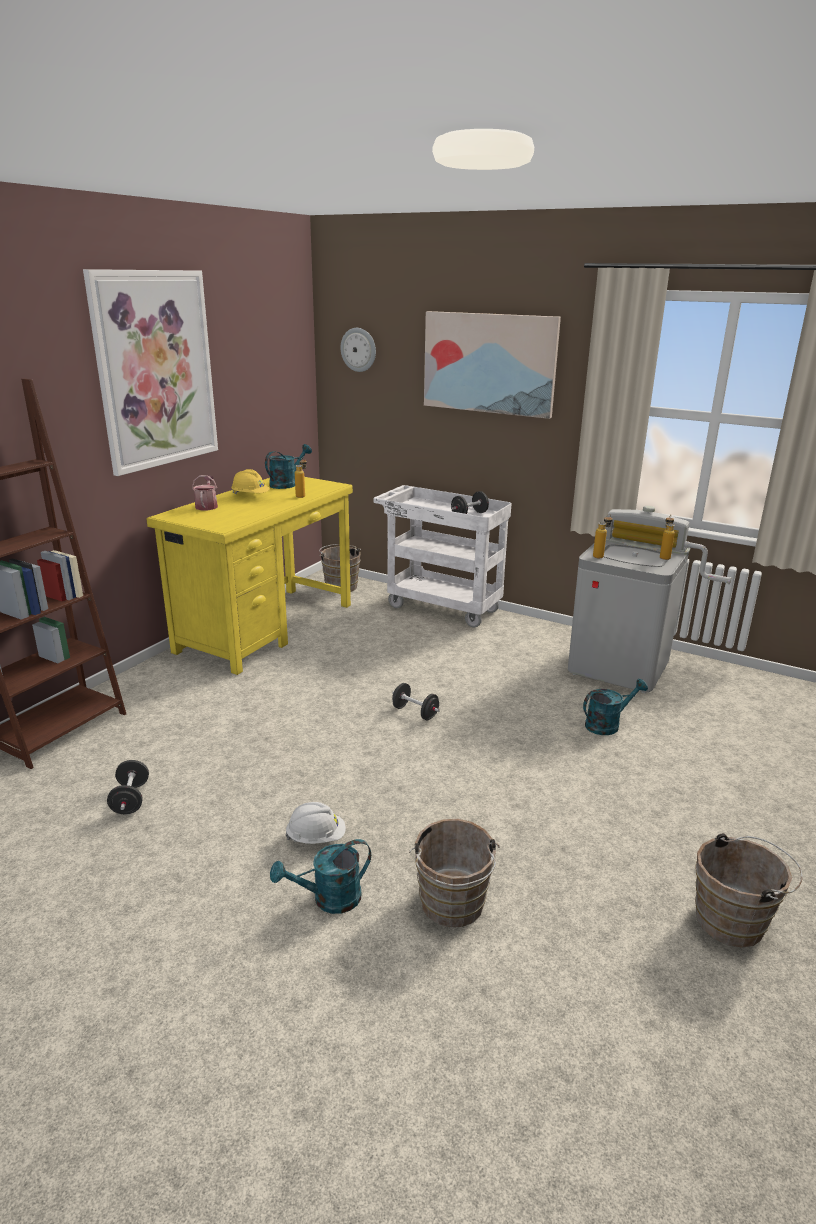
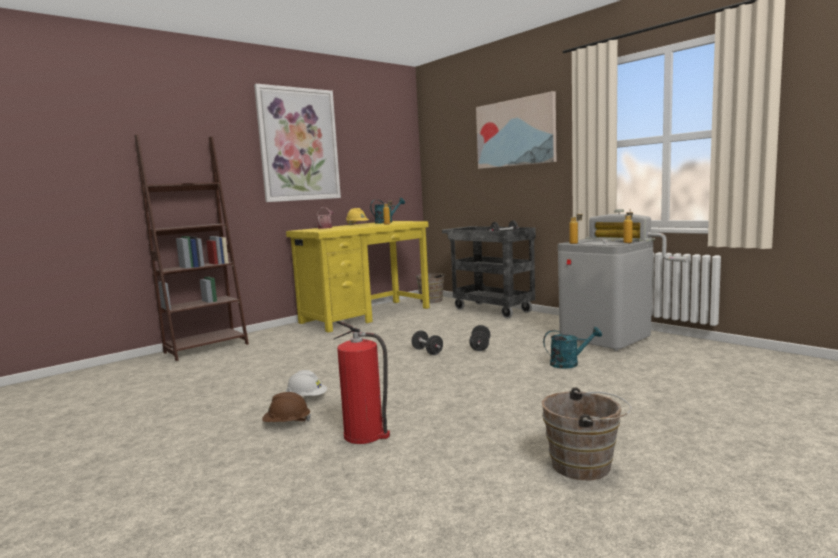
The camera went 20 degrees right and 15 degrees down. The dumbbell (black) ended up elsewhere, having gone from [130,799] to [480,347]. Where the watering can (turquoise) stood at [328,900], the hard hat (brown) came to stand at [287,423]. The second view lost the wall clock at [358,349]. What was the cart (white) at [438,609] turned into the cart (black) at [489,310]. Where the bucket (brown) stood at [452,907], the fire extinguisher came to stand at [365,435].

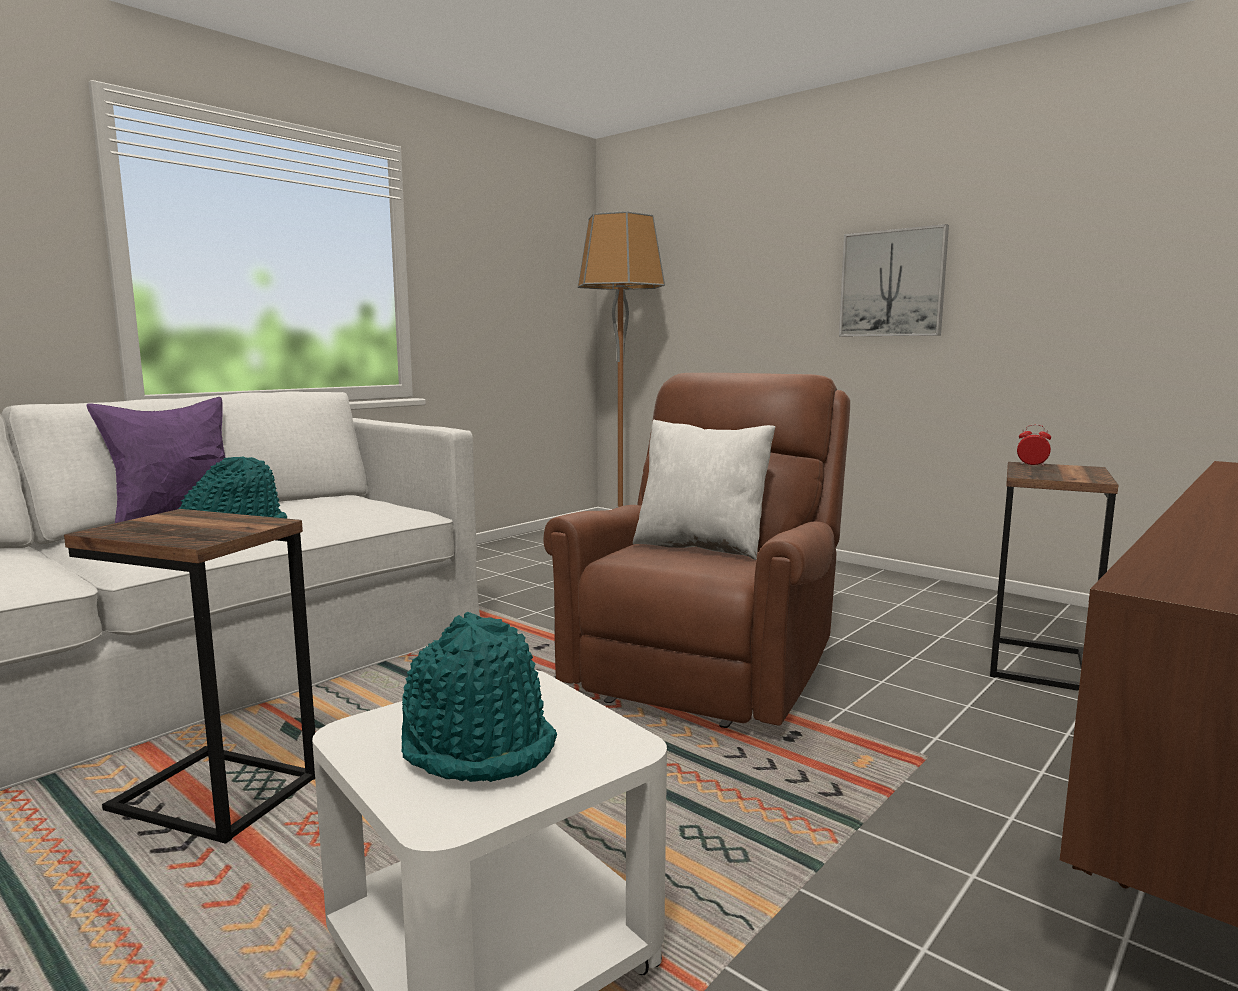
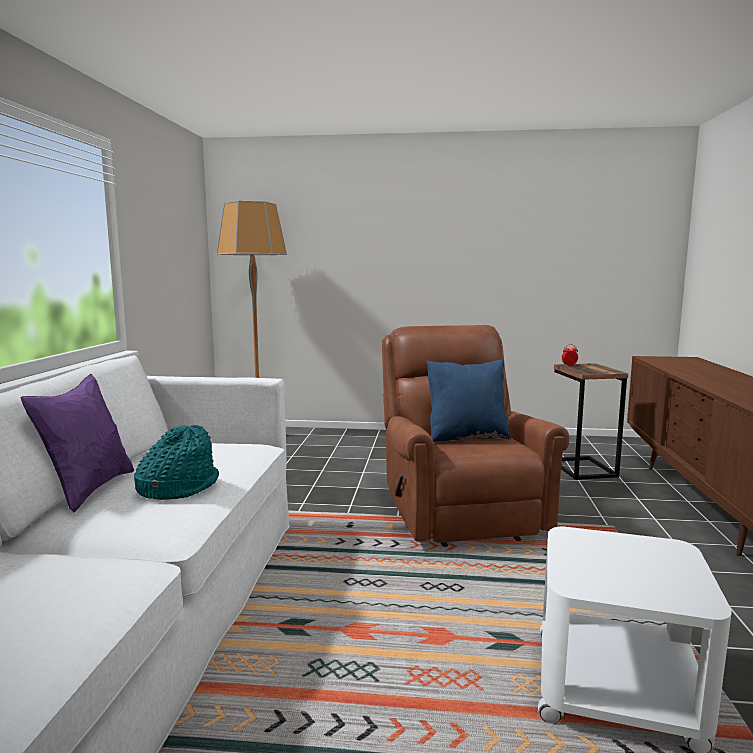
The camera went 35 degrees left and 0 degrees up. The second view lost the side table at [213,796]. The second view lost the hat (turquoise) at [478,745]. What was the pillow (white) at [701,547] turned into the pillow (blue) at [466,437]. The second view lost the picture at [892,283].

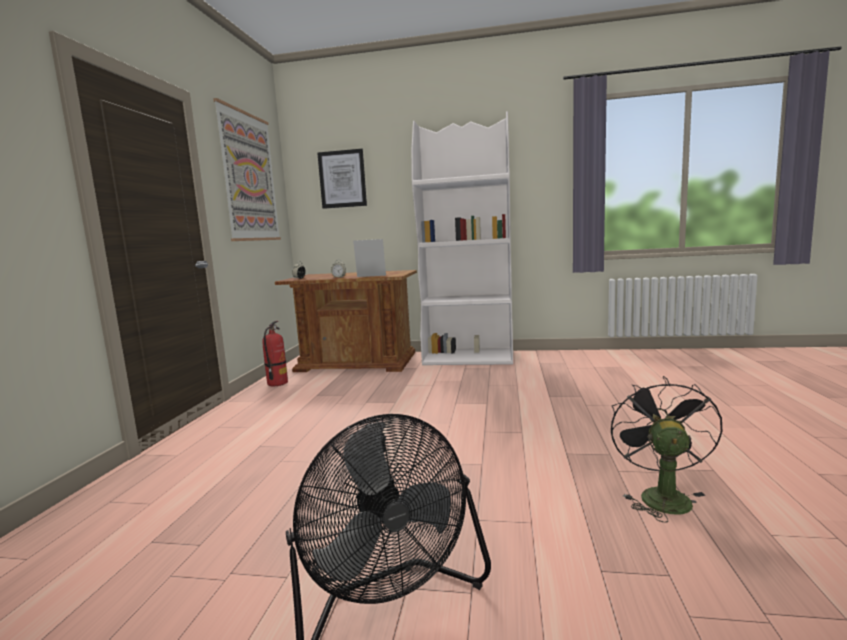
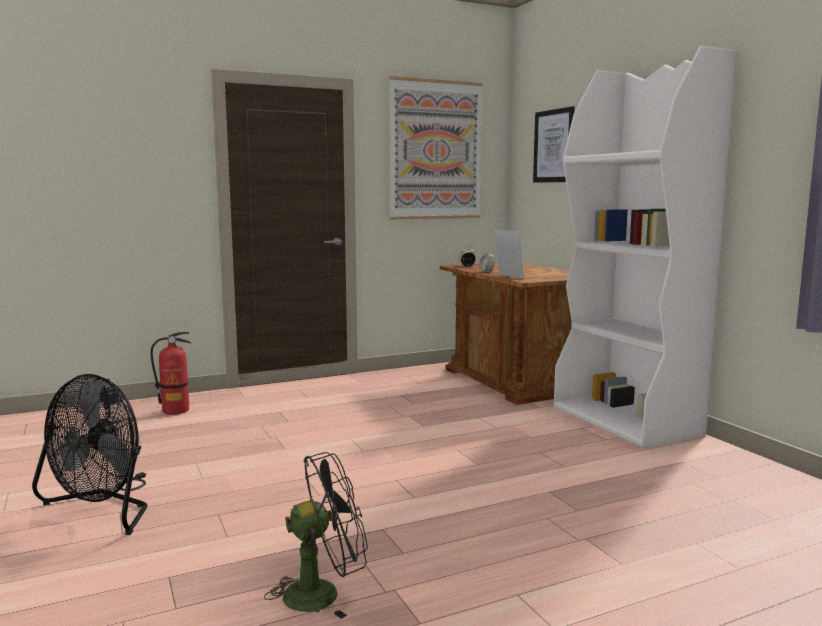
The camera went 55 degrees right and 0 degrees up. The fire extinguisher ended up elsewhere, having gone from [277,383] to [176,411].

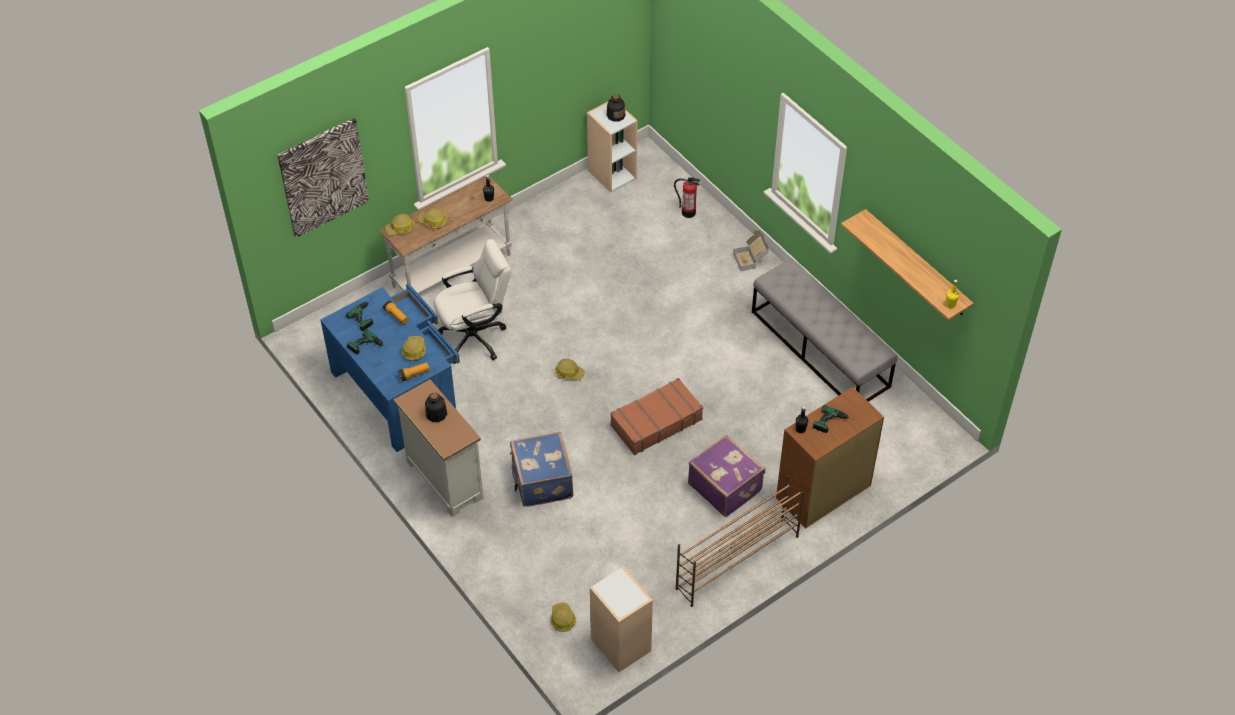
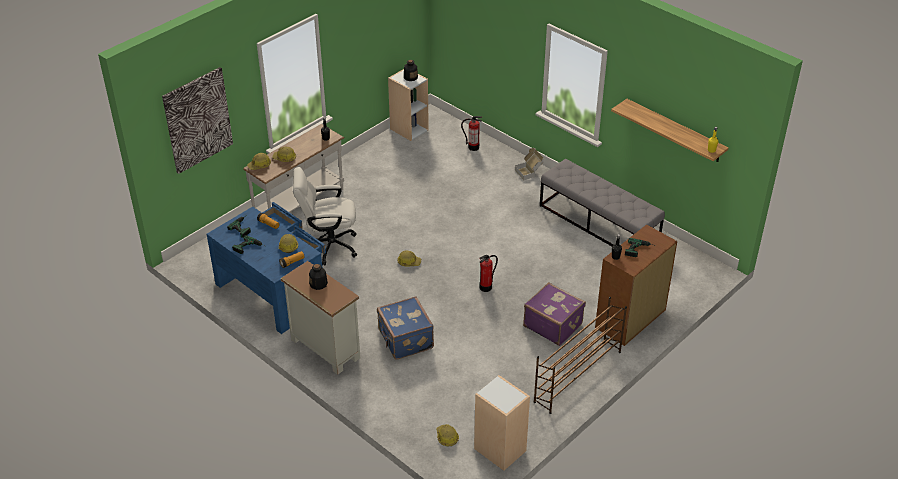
The camera went 10 degrees left and 10 degrees down. The office chair (white) at [476,338] ended up facing another way, 150 degrees counterclockwise from before. Where the suitcase (brown) stood at [655,422], the fire extinguisher came to stand at [486,287].

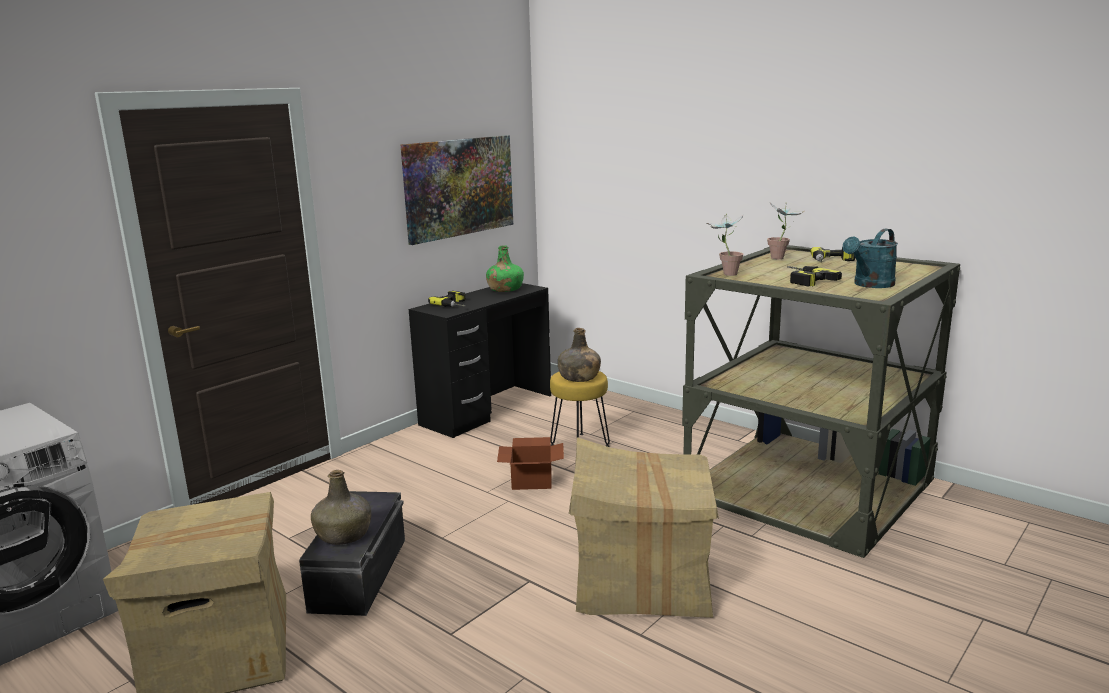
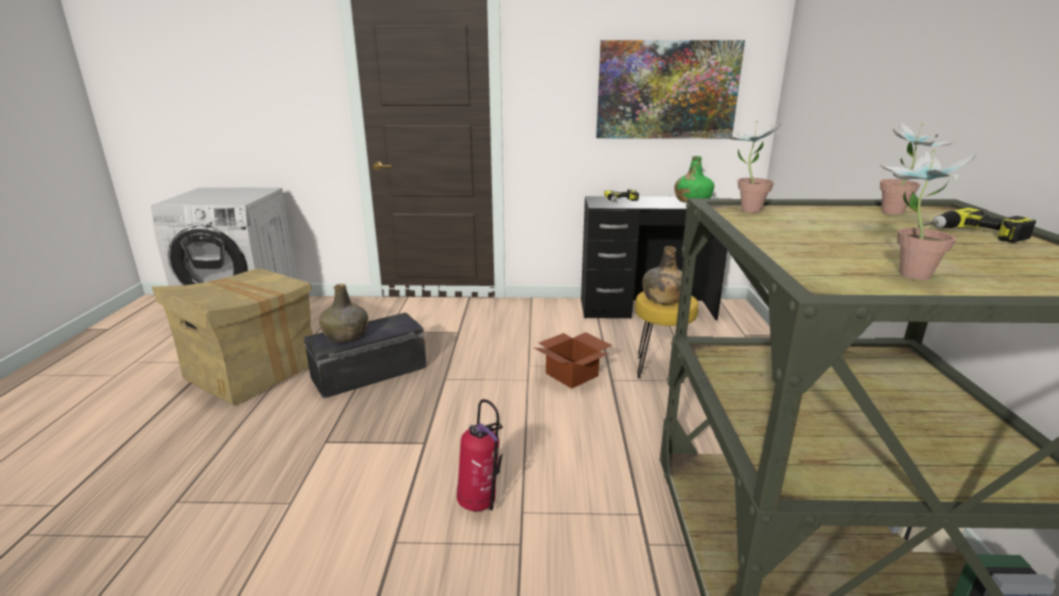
The camera went 50 degrees right and 5 degrees up. Where the cardboard box stood at [641,581], the fire extinguisher came to stand at [480,503]. The second view lost the power drill at [802,279]. Where the watering can (turquoise) stood at [870,285], the potted plant came to stand at [902,274].

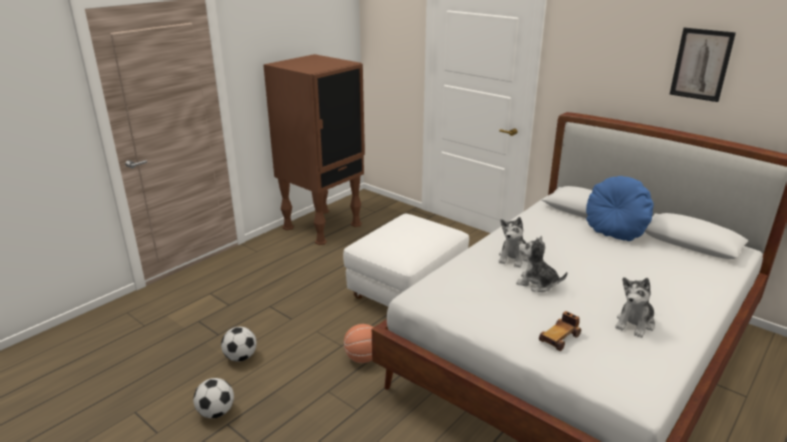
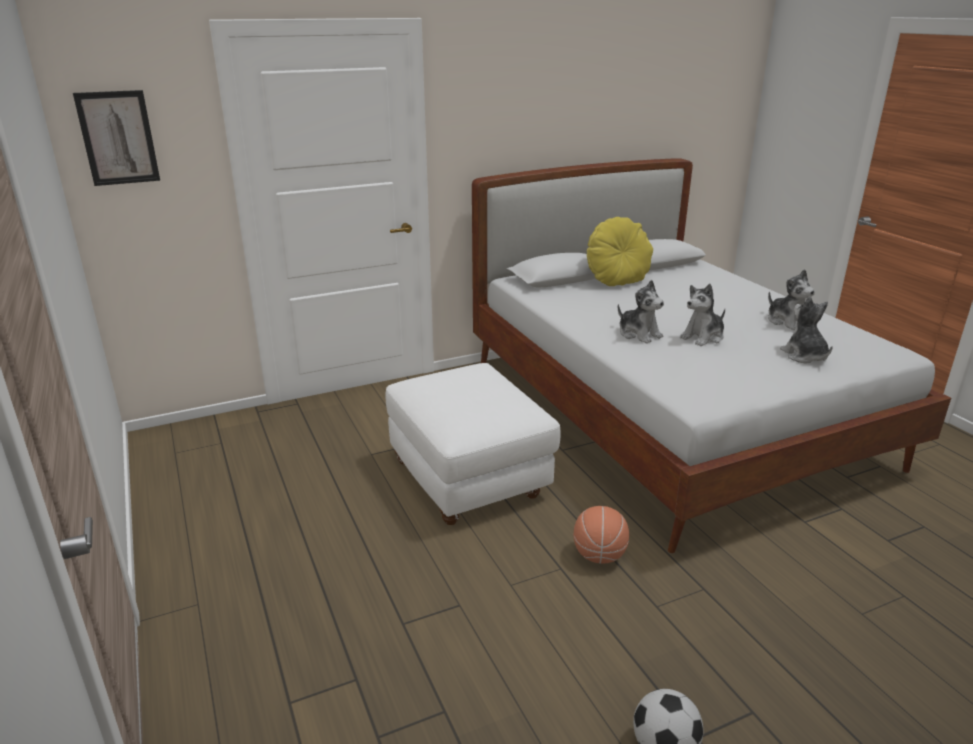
The camera went 65 degrees left and 0 degrees up. The second view lost the football at [240,357]. The second view lost the cabinet (brown) at [323,226]. Where the toy car stood at [559,338], the plush toy came to stand at [804,356]. What was the pillow (blue) at [614,234] turned into the pillow (yellow) at [617,282]. The picture ended up elsewhere, having gone from [701,64] to [118,138].

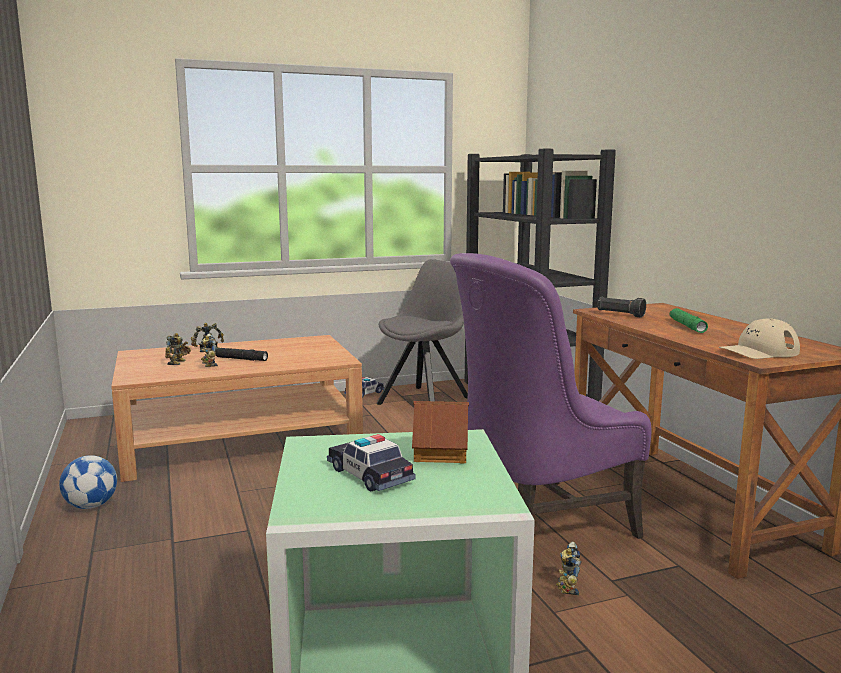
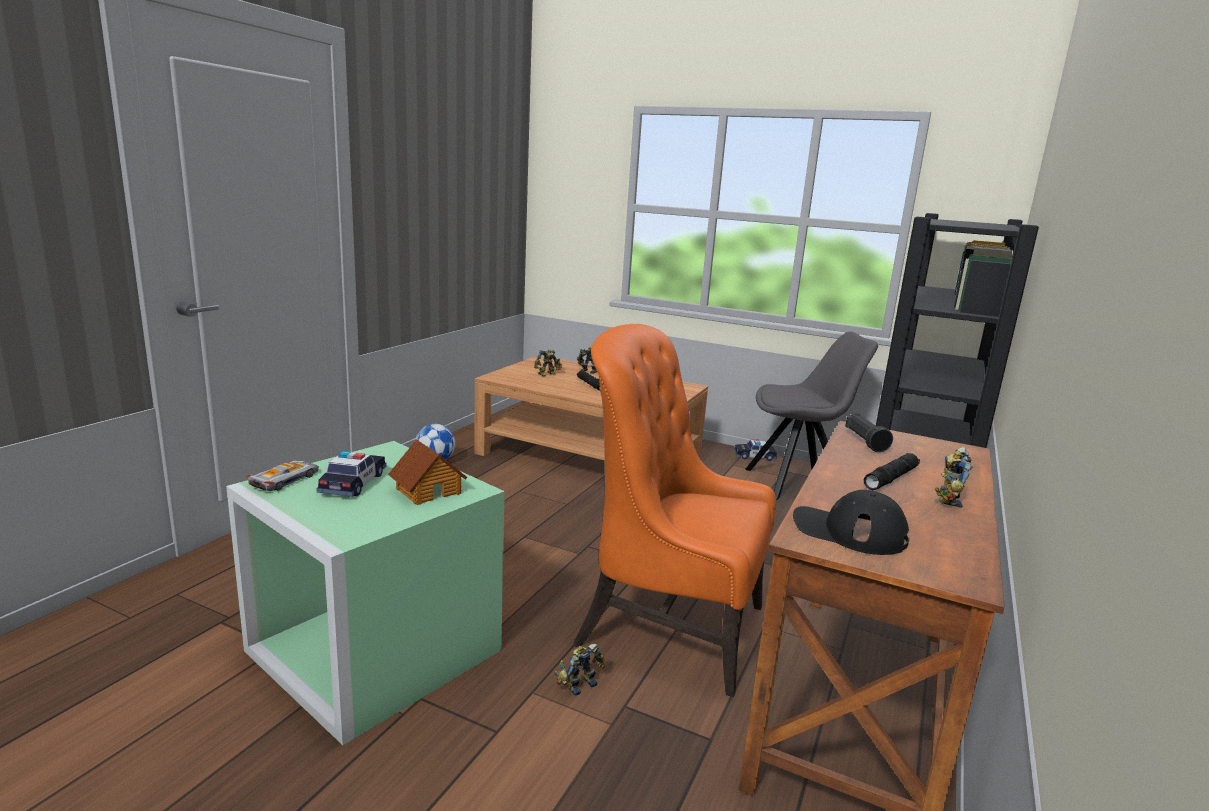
The camera went 45 degrees right and 5 degrees up. The toy robot ended up elsewhere, having gone from [208,365] to [946,499]. What was the chair (purple) at [535,521] turned into the chair (orange) at [668,625]. What was the flashlight (green) at [687,326] turned into the flashlight (black) at [891,478]. What was the cap (beige) at [759,351] turned into the cap (black) at [848,531]. The second view gained the toy car at [285,480].

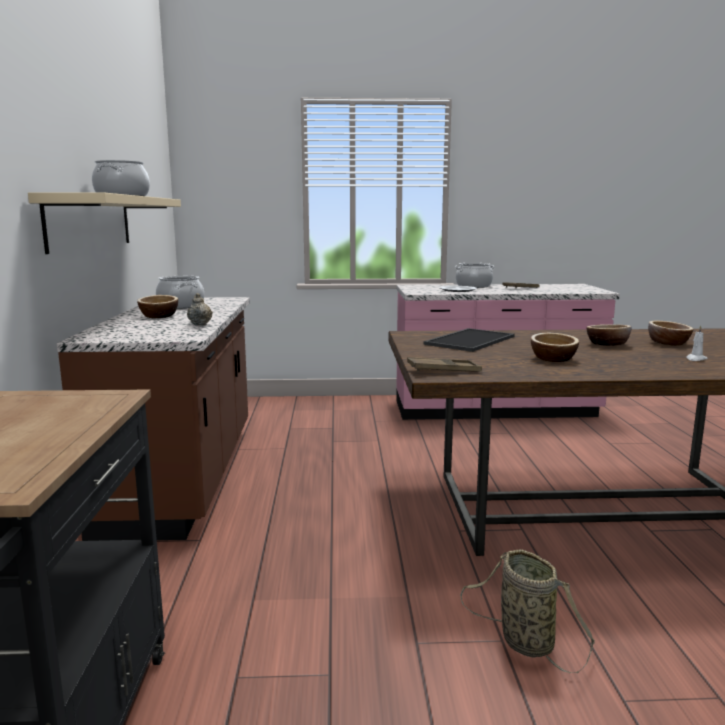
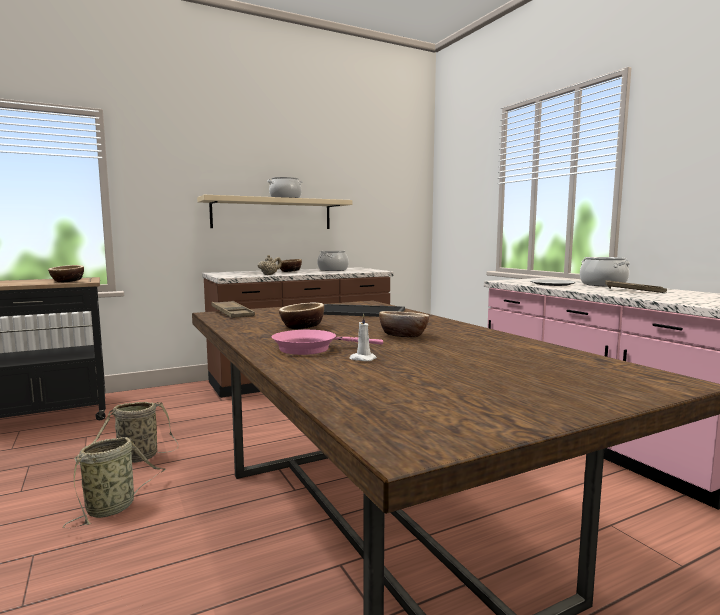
The camera went 65 degrees right and 5 degrees down. The bowl ended up elsewhere, having gone from [668,343] to [67,281]. The second view gained the basket at [135,458]. The second view gained the frying pan (pink) at [310,349].

